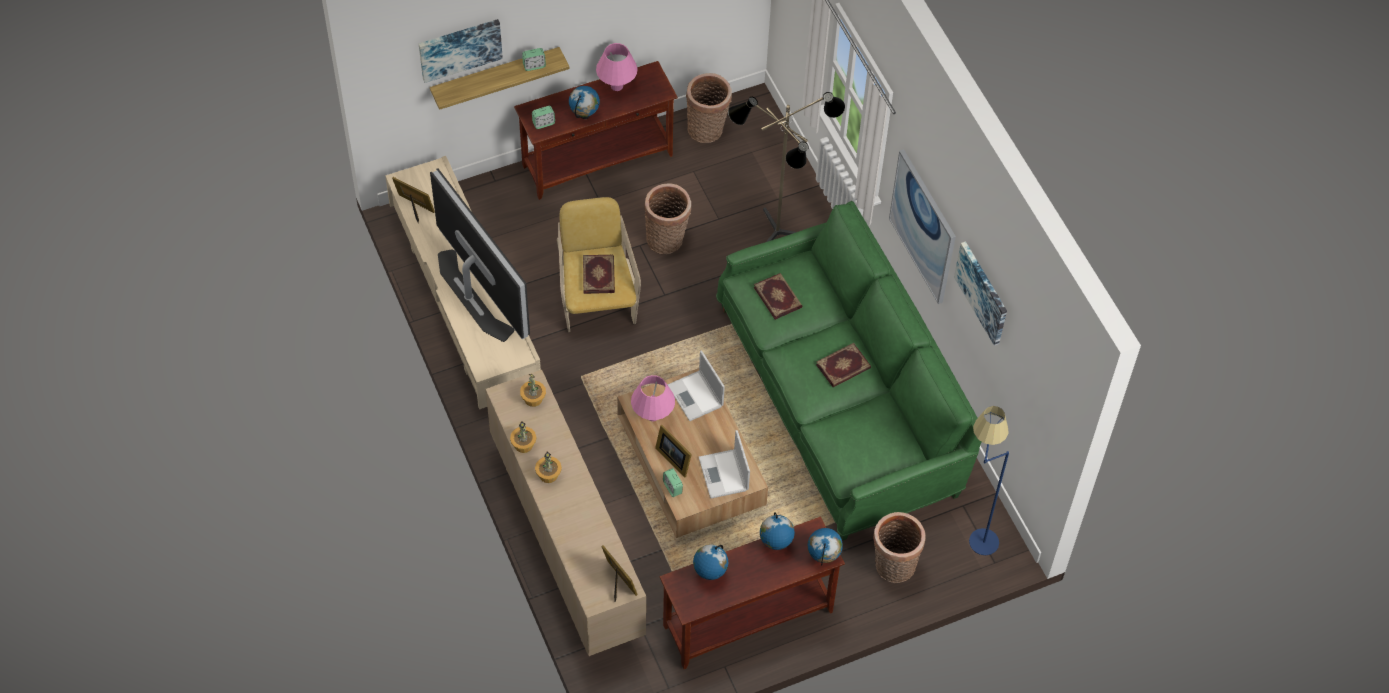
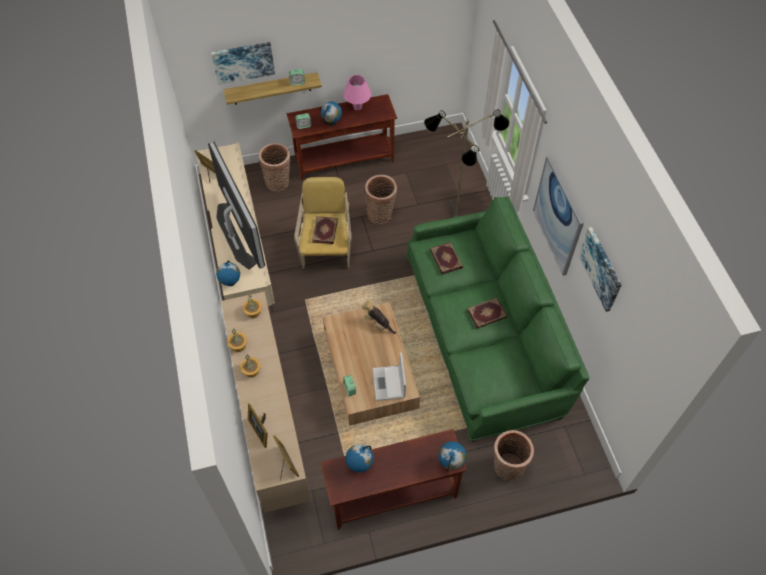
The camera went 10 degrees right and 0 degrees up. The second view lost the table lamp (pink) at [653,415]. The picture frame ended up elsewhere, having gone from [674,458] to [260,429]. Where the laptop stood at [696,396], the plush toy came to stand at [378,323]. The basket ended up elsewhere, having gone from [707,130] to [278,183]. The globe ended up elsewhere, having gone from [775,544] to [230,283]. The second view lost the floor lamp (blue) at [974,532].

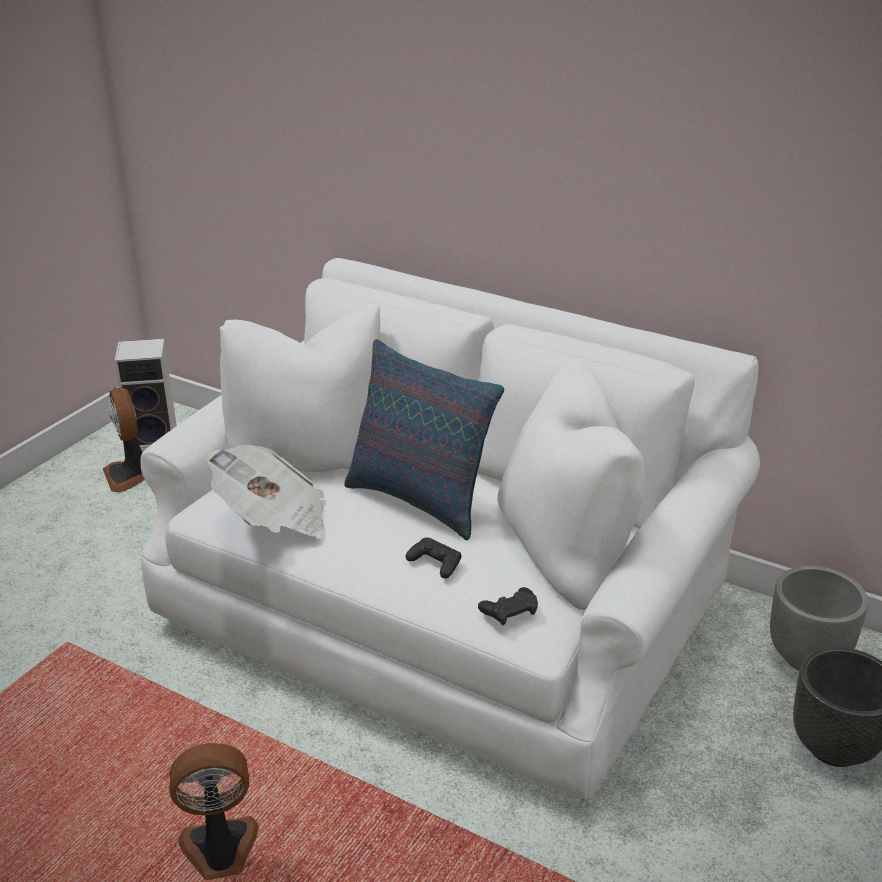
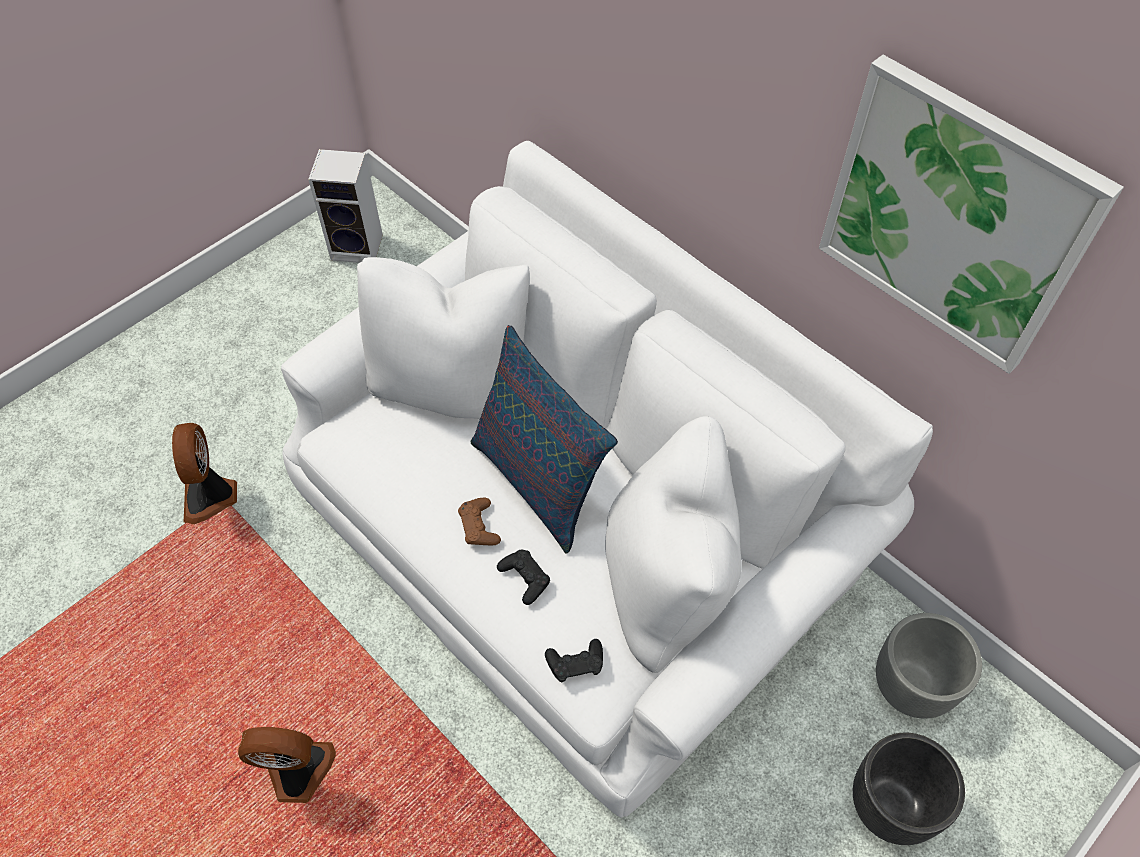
The camera went 15 degrees right and 25 degrees up. The fan ended up elsewhere, having gone from [130,475] to [211,496]. The second view lost the newspaper at [273,518]. The second view gained the game controller (brown) at [479,526]. The second view gained the picture at [954,217].

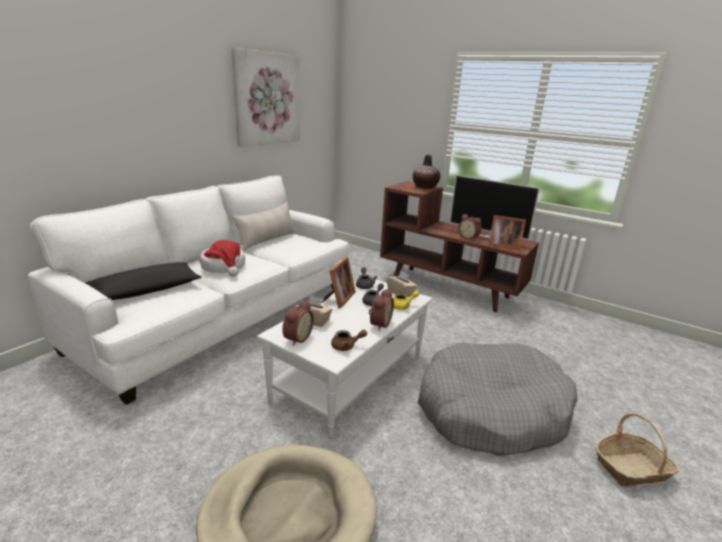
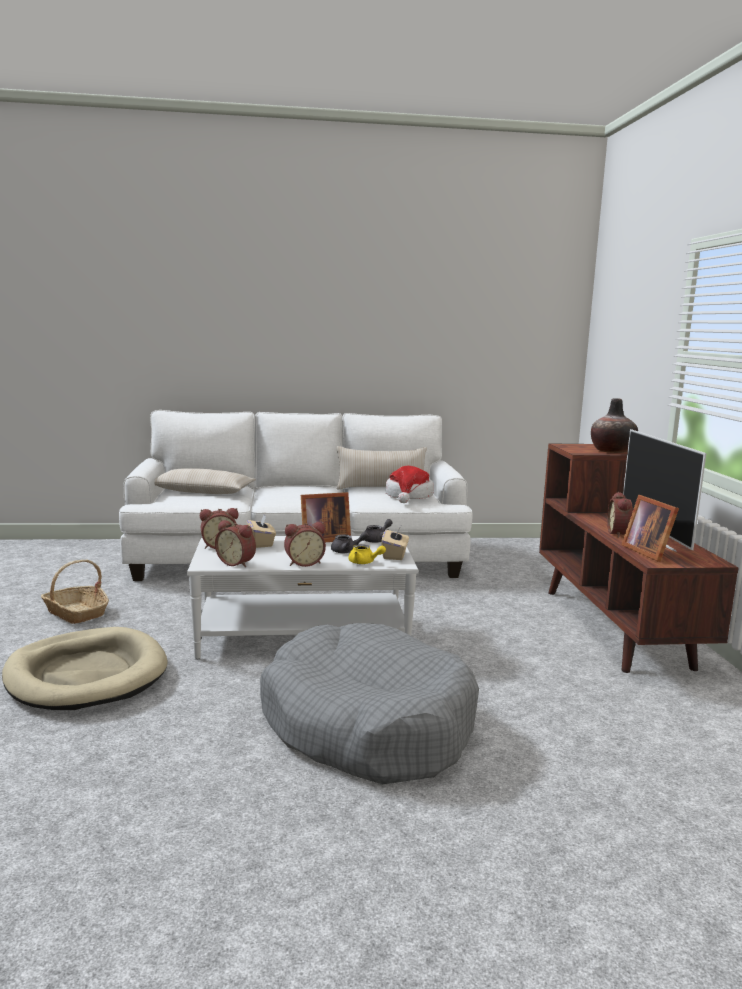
The camera went 50 degrees right and 10 degrees down. What was the pillow (black) at [147,290] turned into the pillow (beige) at [202,492]. The hat ended up elsewhere, having gone from [224,267] to [409,496]. The second view lost the picture at [267,99]. Where the teapot (brown) stood at [346,346], the alarm clock came to stand at [237,563]. The basket ended up elsewhere, having gone from [631,468] to [76,613].

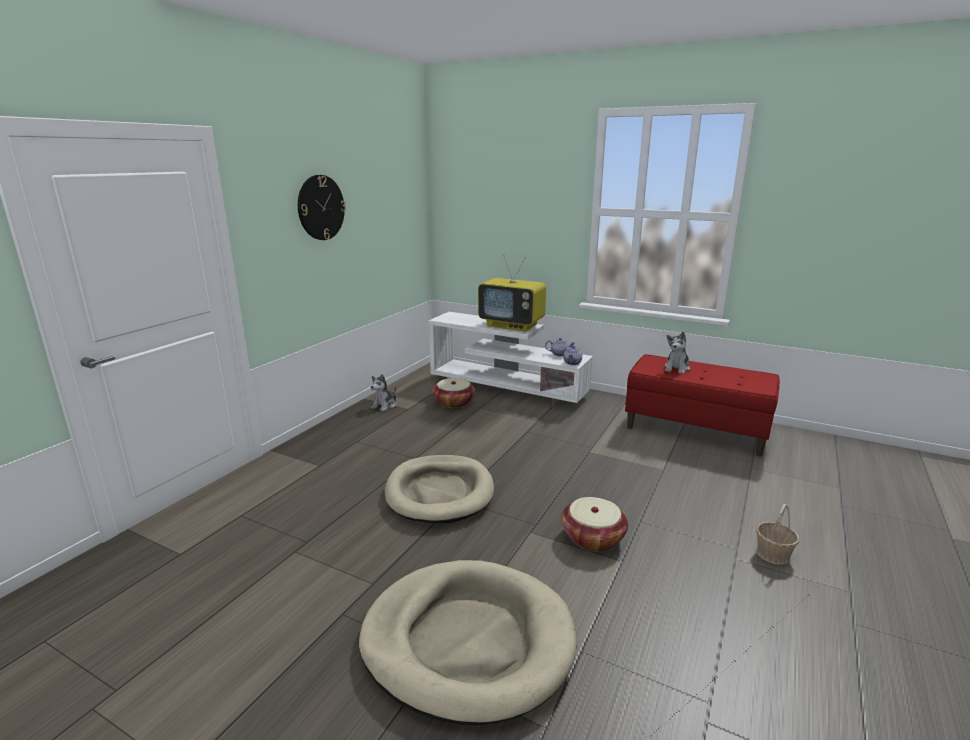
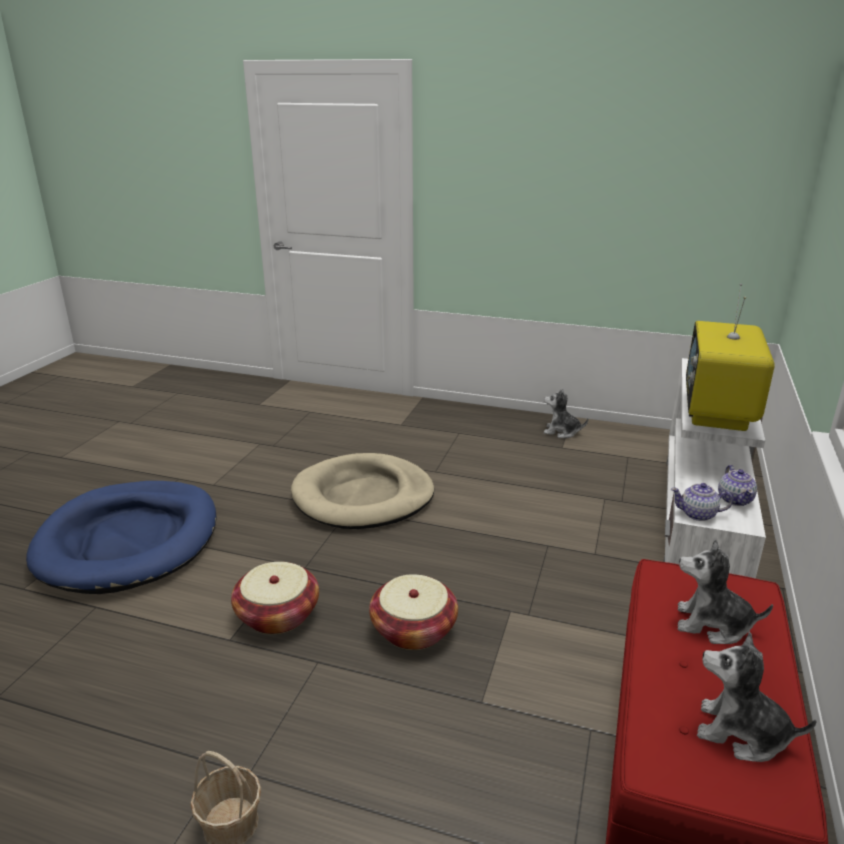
The camera went 80 degrees right and 5 degrees up. The second view lost the wall clock at [321,207]. What was the dog bed (beige) at [467,641] turned into the dog bed (blue) at [129,541]. The basket ended up elsewhere, having gone from [454,402] to [413,629]. The second view gained the plush toy at [741,733].

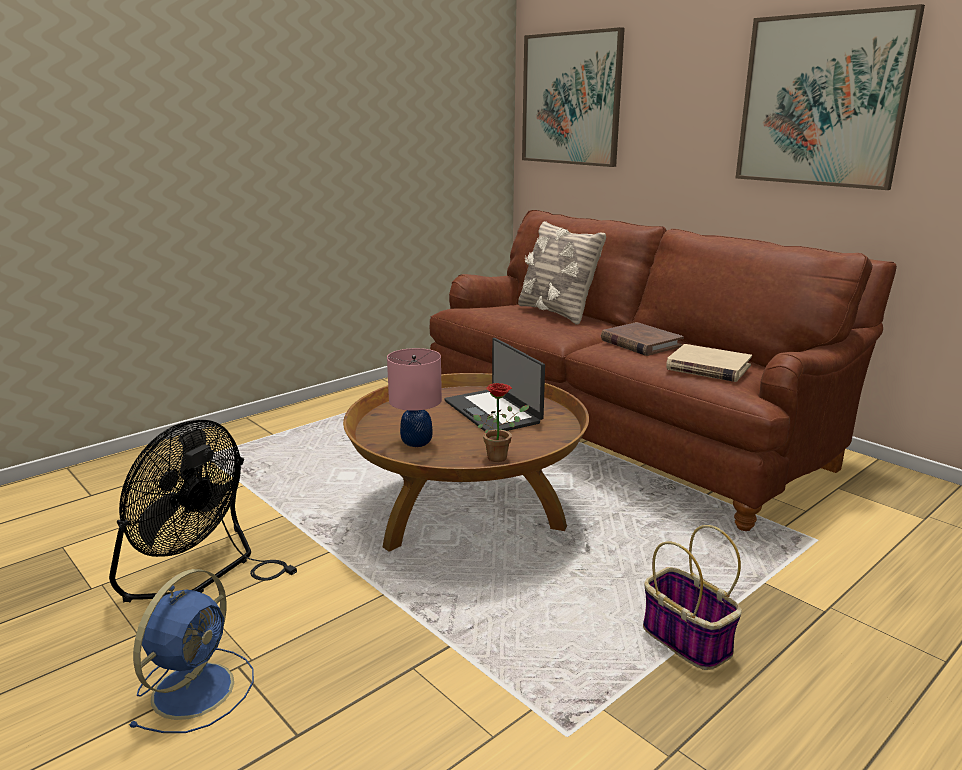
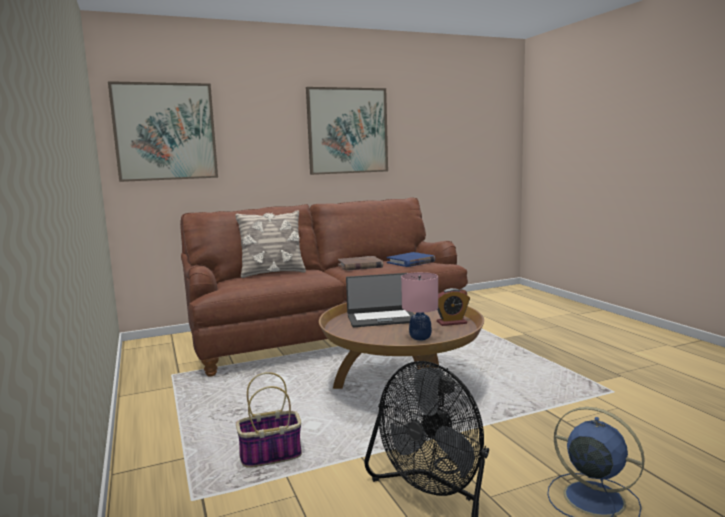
The camera went 70 degrees left and 10 degrees down. Where the potted plant stood at [500,456], the alarm clock came to stand at [451,322]. The basket ended up elsewhere, having gone from [684,639] to [270,455]. What was the book (beige) at [708,367] turned into the book (blue) at [411,262].

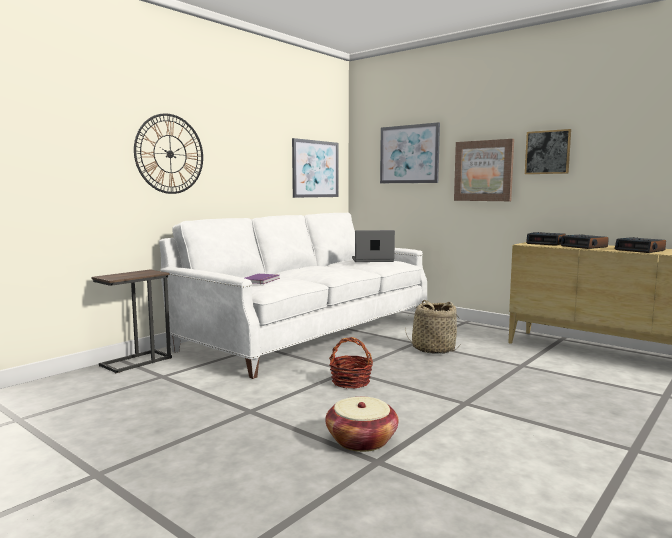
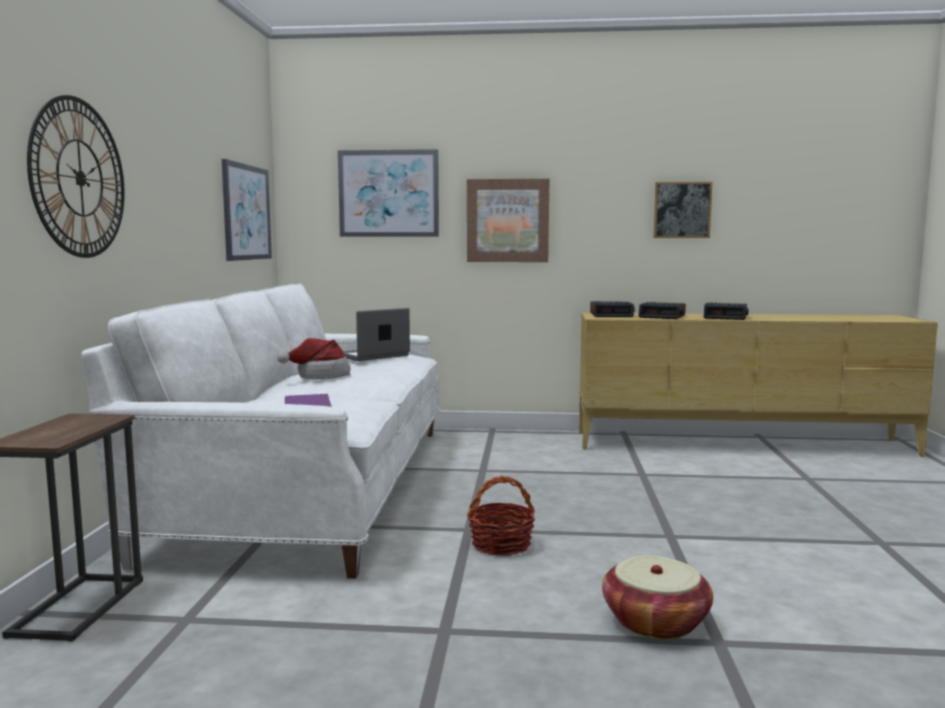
The camera went 35 degrees left and 0 degrees up. The second view lost the basket at [433,349]. The picture ended up elsewhere, having gone from [547,152] to [682,210]. The second view gained the hat at [320,375].

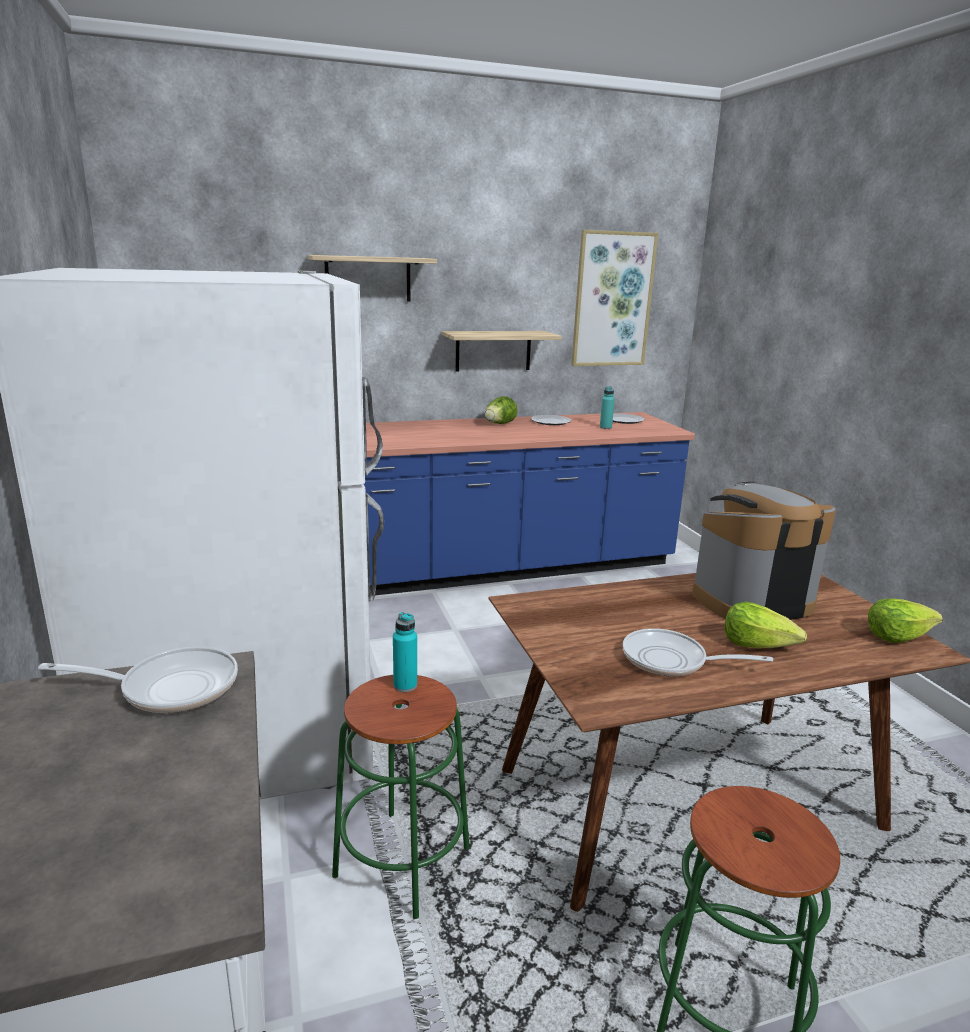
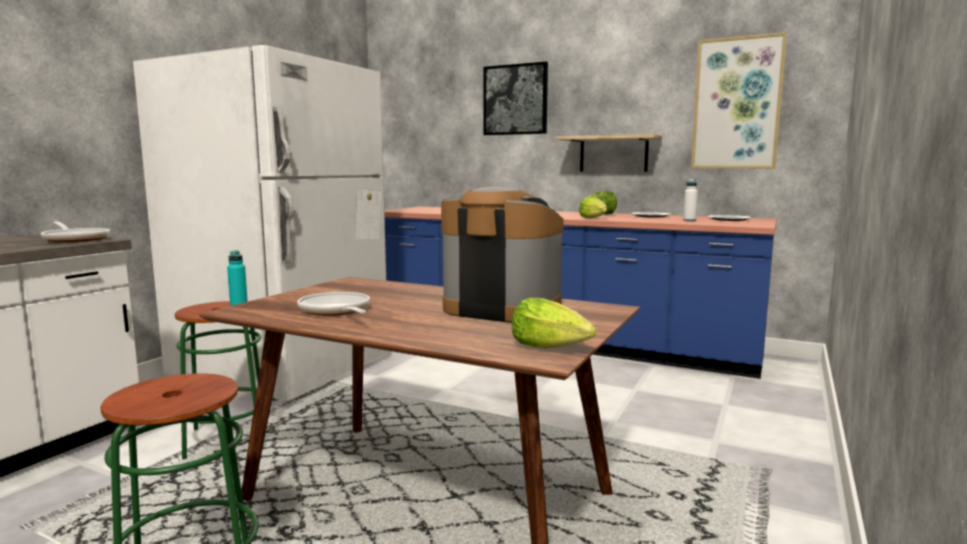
The camera went 45 degrees right and 10 degrees down. Where the shelf hung at [368,278], the picture came to hang at [515,100]. What was the bottle (turquoise) at [605,427] turned into the bottle (white) at [689,220]. The lettuce ended up elsewhere, having gone from [757,644] to [594,218].

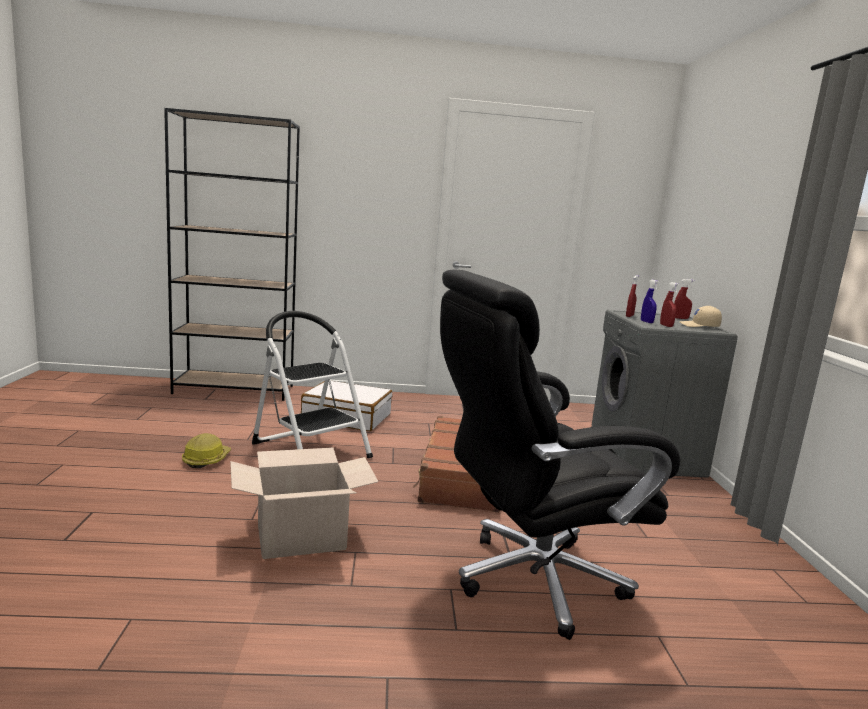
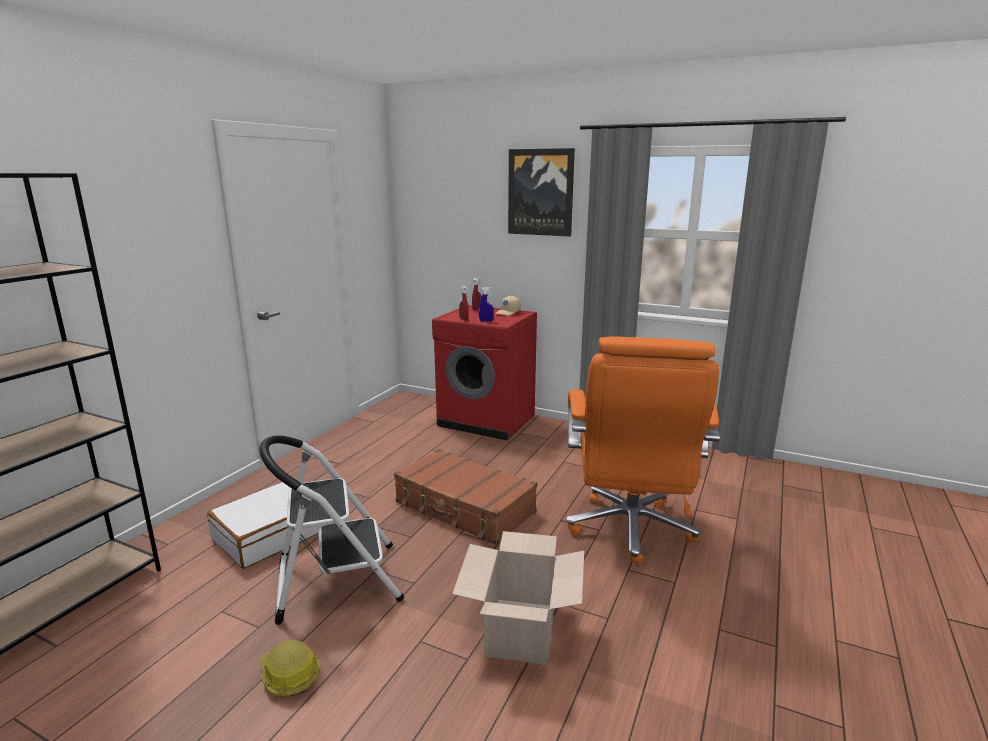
The camera went 60 degrees left and 5 degrees up. What was the office chair (black) at [529,582] turned into the office chair (orange) at [631,533]. What was the washing machine (grey) at [642,454] turned into the washing machine (red) at [486,421]. The second view lost the spray bottle (red) at [666,326]. The second view gained the picture at [540,192].

